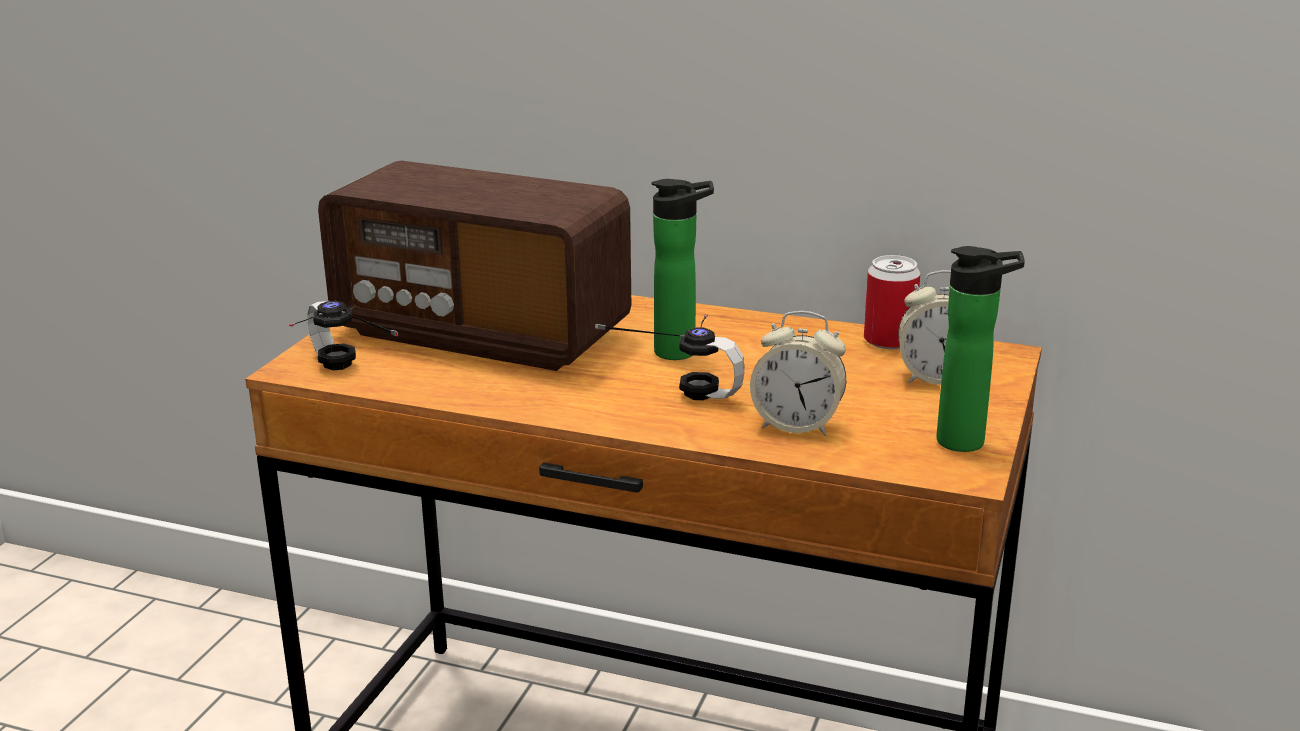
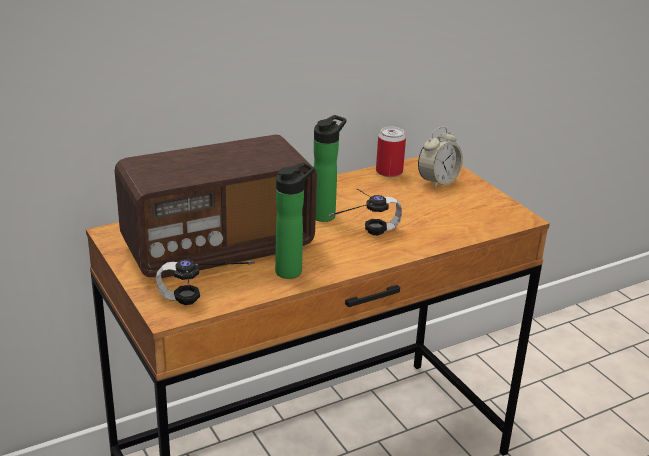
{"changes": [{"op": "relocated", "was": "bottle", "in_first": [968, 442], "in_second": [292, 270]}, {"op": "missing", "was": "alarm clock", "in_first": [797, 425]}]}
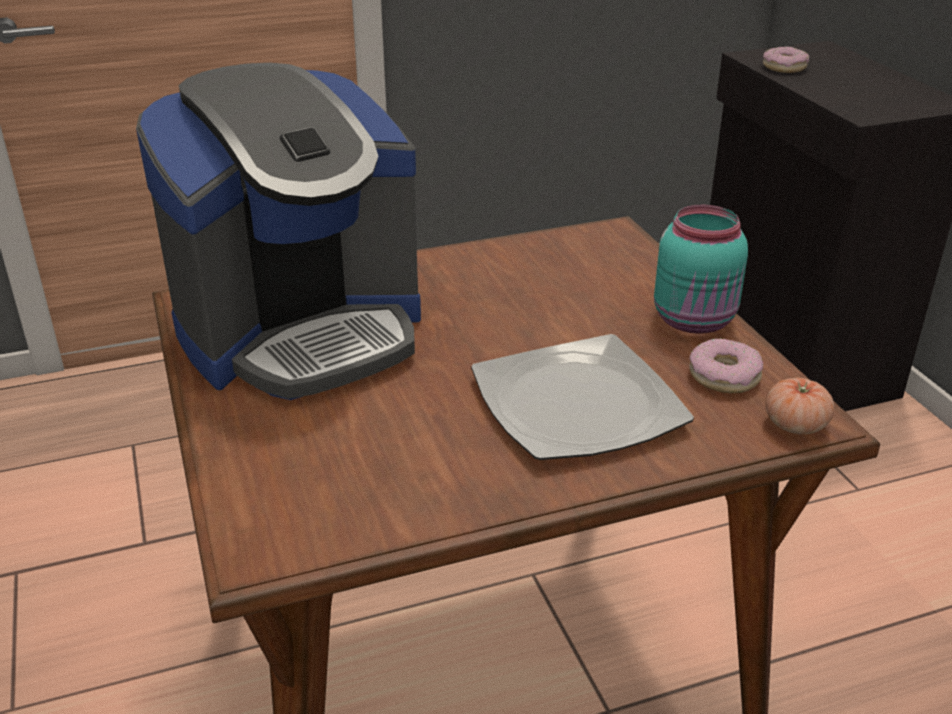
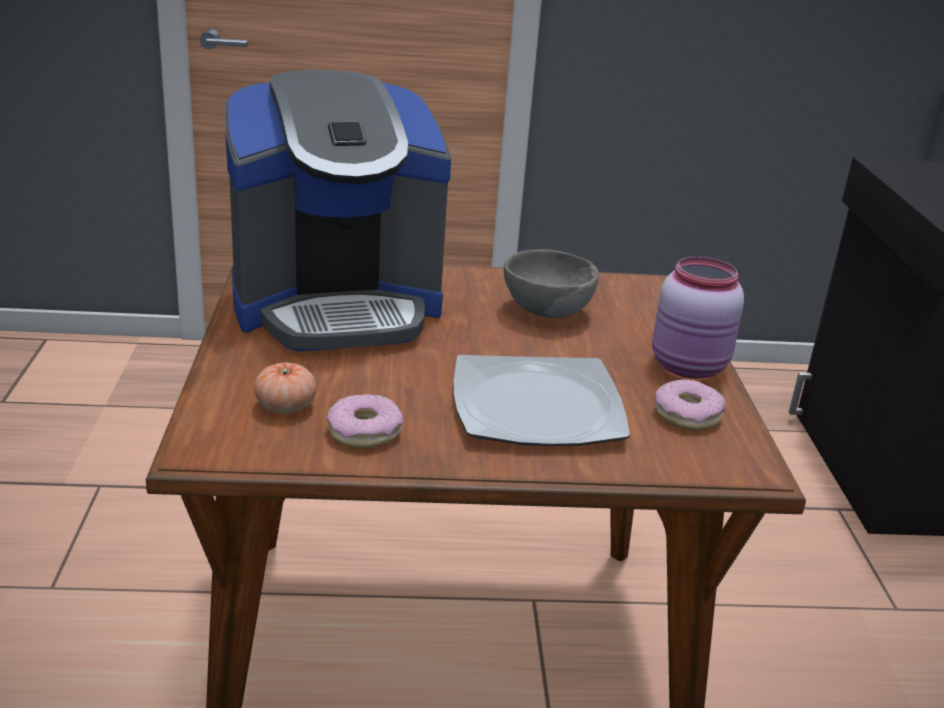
{"changes": [{"op": "relocated", "was": "tomato", "in_first": [795, 425], "in_second": [285, 406]}, {"op": "relocated", "was": "donut", "in_first": [784, 67], "in_second": [364, 431]}, {"op": "appeared", "now": "grey bowl", "in_second": [547, 313]}, {"op": "colour", "was": "turquoise jar", "now": "pink jar", "in_first": [696, 321], "in_second": [690, 367]}]}
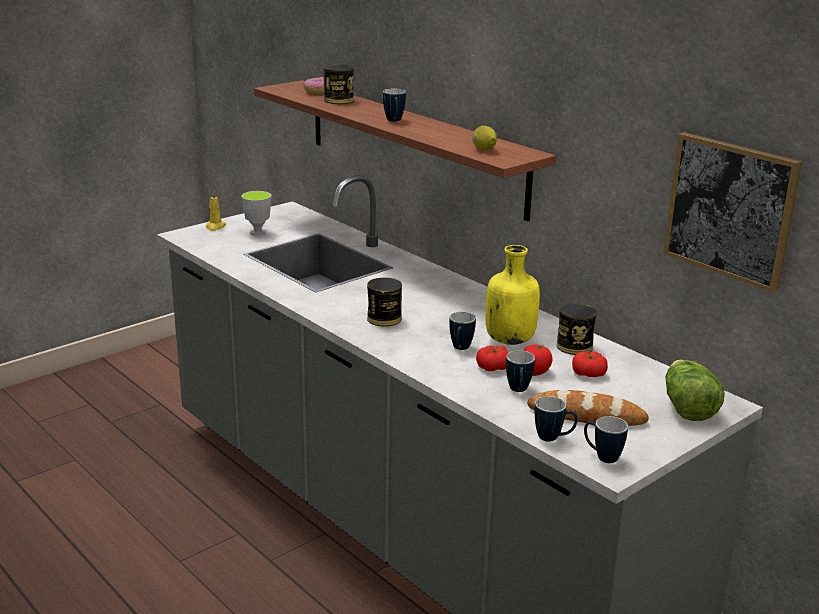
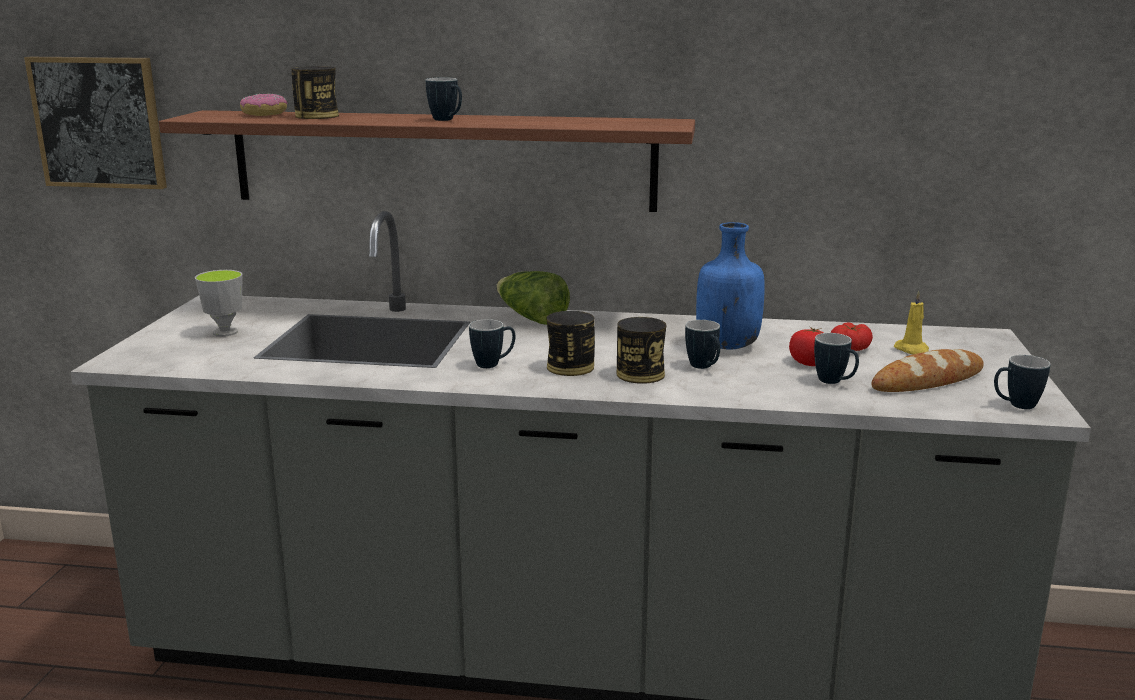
{"changes": [{"op": "relocated", "was": "picture", "in_first": [730, 209], "in_second": [99, 122]}, {"op": "relocated", "was": "mug", "in_first": [553, 438], "in_second": [493, 364]}, {"op": "relocated", "was": "lettuce", "in_first": [687, 407], "in_second": [531, 318]}, {"op": "relocated", "was": "can", "in_first": [574, 346], "in_second": [640, 374]}, {"op": "colour", "was": "yellow bottle", "now": "blue bottle", "in_first": [510, 339], "in_second": [726, 345]}, {"op": "relocated", "was": "yellow candle", "in_first": [215, 227], "in_second": [913, 350]}, {"op": "missing", "was": "lemon", "in_first": [484, 149]}, {"op": "missing", "was": "tomato", "in_first": [493, 367]}]}
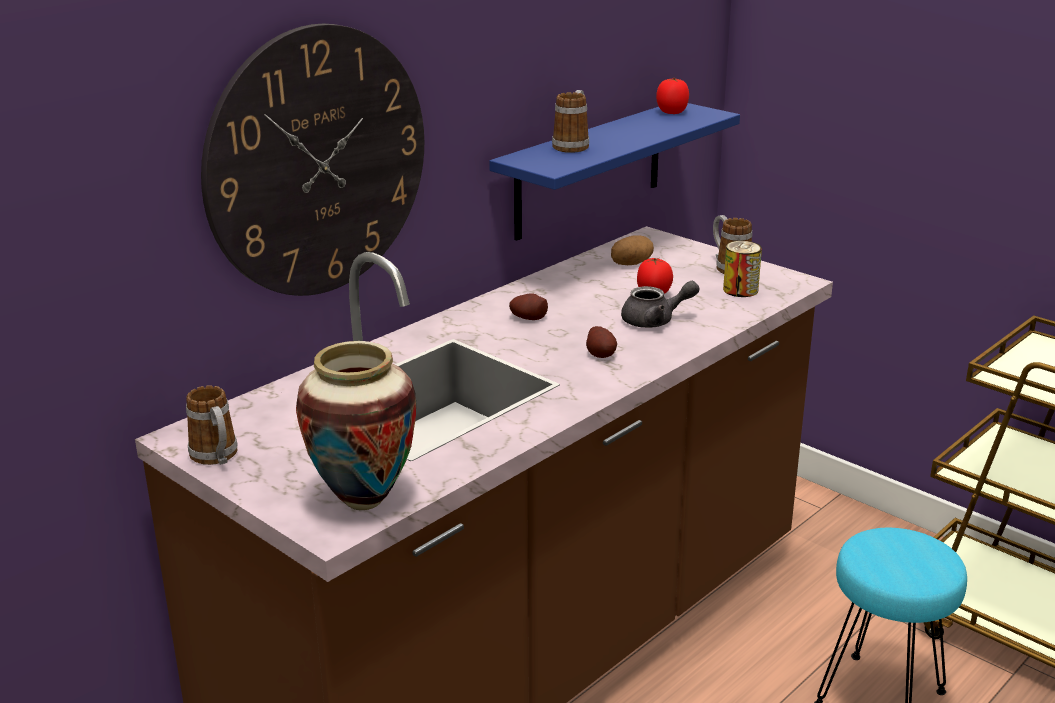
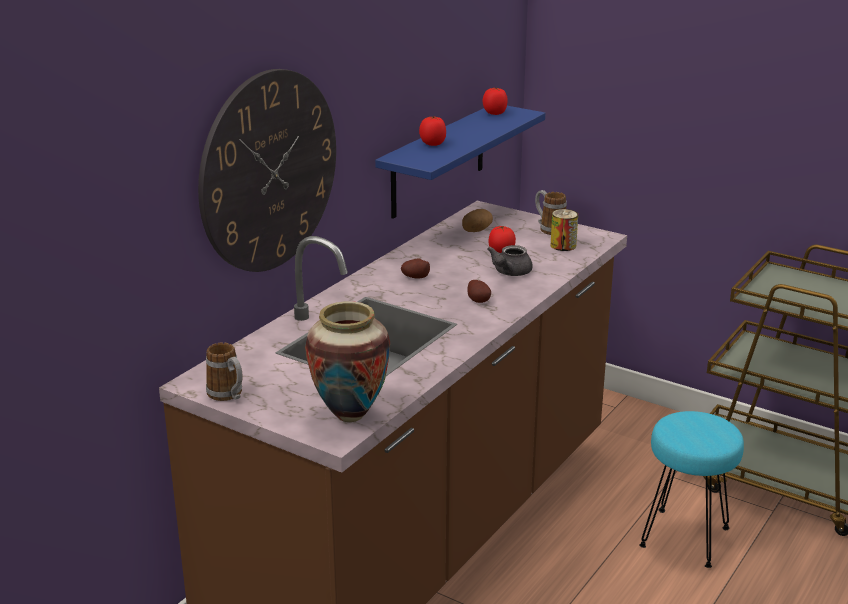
{"changes": [{"op": "exchanged", "was": "mug", "now": "tomato", "in_first": [573, 145], "in_second": [432, 144]}, {"op": "spun", "was": "grey teapot", "in_first": [655, 321], "in_second": [509, 273], "clockwise": 135}]}
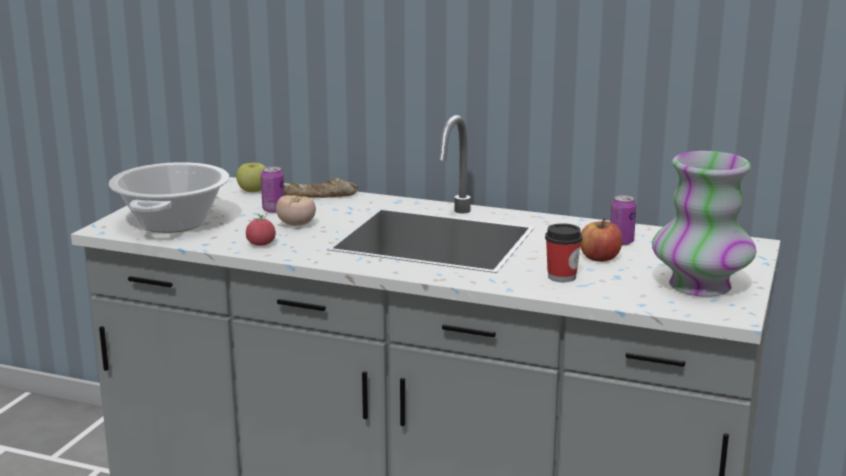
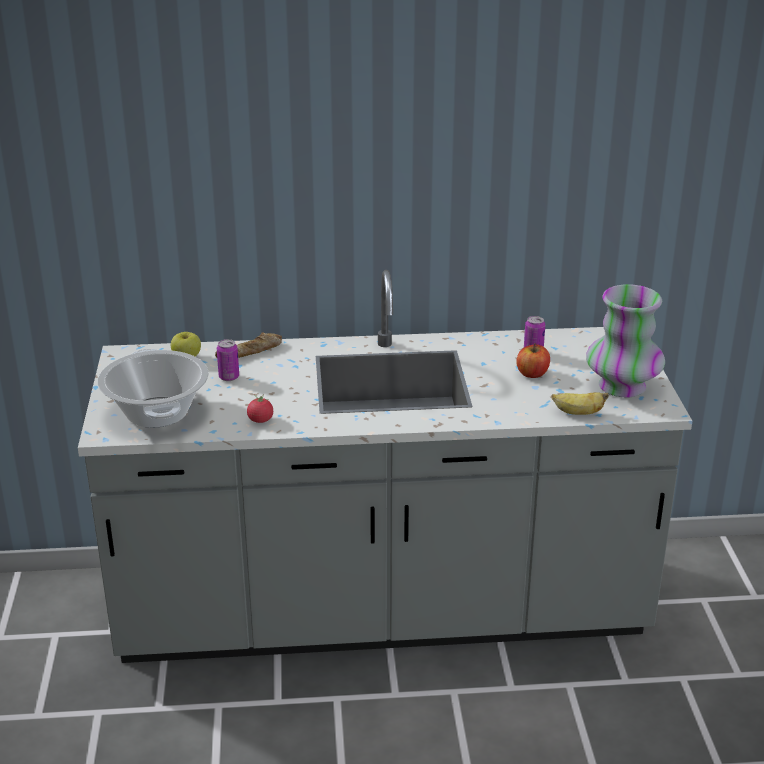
{"changes": [{"op": "appeared", "now": "banana", "in_second": [578, 413]}, {"op": "missing", "was": "tomato", "in_first": [296, 225]}, {"op": "missing", "was": "cup", "in_first": [561, 277]}]}
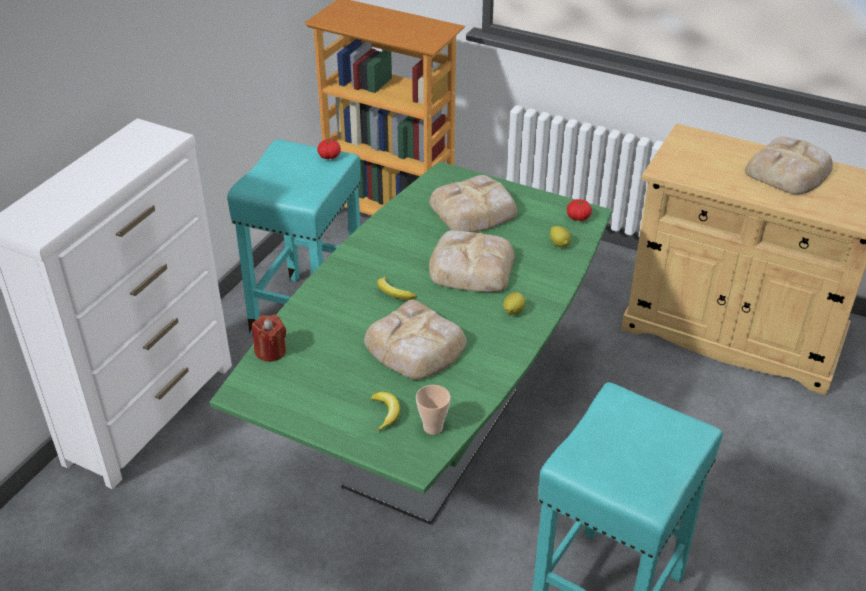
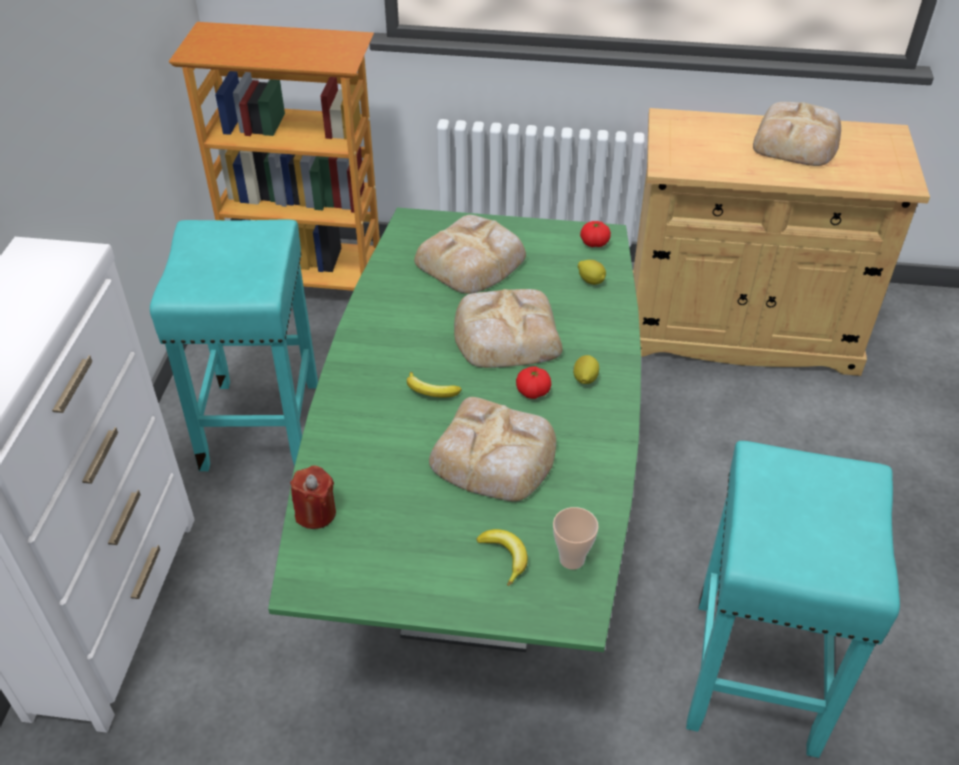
{"changes": [{"op": "relocated", "was": "tomato", "in_first": [329, 156], "in_second": [533, 391]}]}
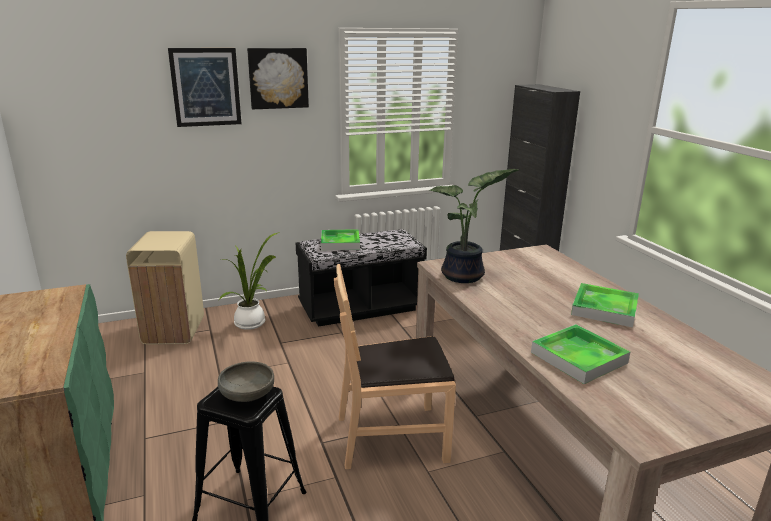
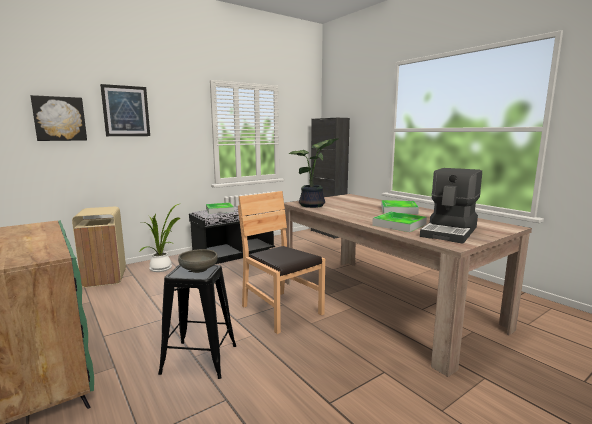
{"changes": [{"op": "relocated", "was": "picture", "in_first": [278, 78], "in_second": [59, 119]}, {"op": "spun", "was": "brown chair", "in_first": [391, 437], "in_second": [281, 310], "clockwise": 75}, {"op": "appeared", "now": "coffee machine", "in_second": [450, 232]}]}
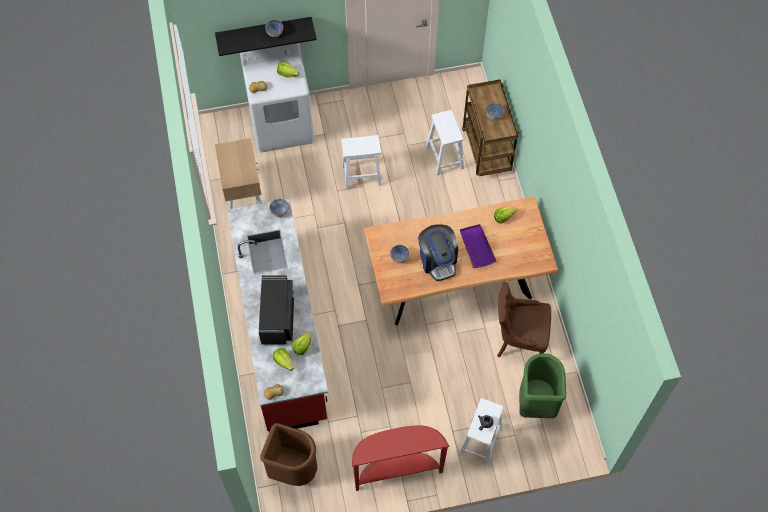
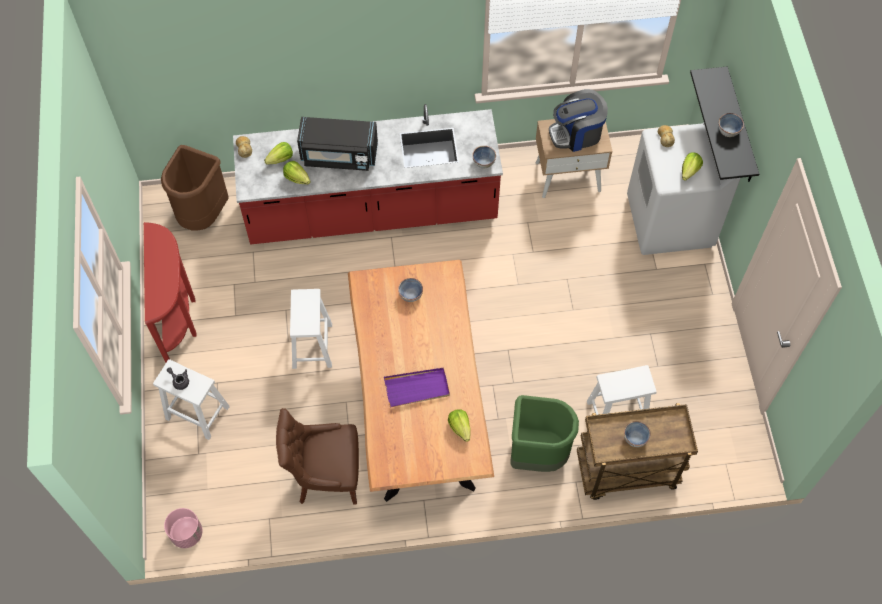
{"changes": [{"op": "appeared", "now": "pink planter", "in_second": [186, 533]}, {"op": "spun", "was": "brown chair", "in_first": [518, 340], "in_second": [326, 476], "clockwise": -105}, {"op": "relocated", "was": "white stool", "in_first": [362, 175], "in_second": [312, 346]}, {"op": "relocated", "was": "green trash can", "in_first": [535, 403], "in_second": [536, 454]}, {"op": "relocated", "was": "coffee machine", "in_first": [437, 260], "in_second": [576, 134]}]}
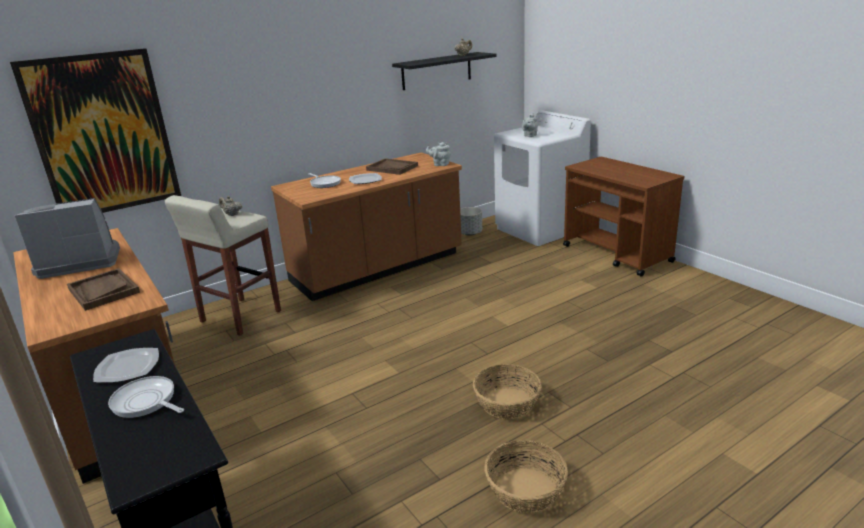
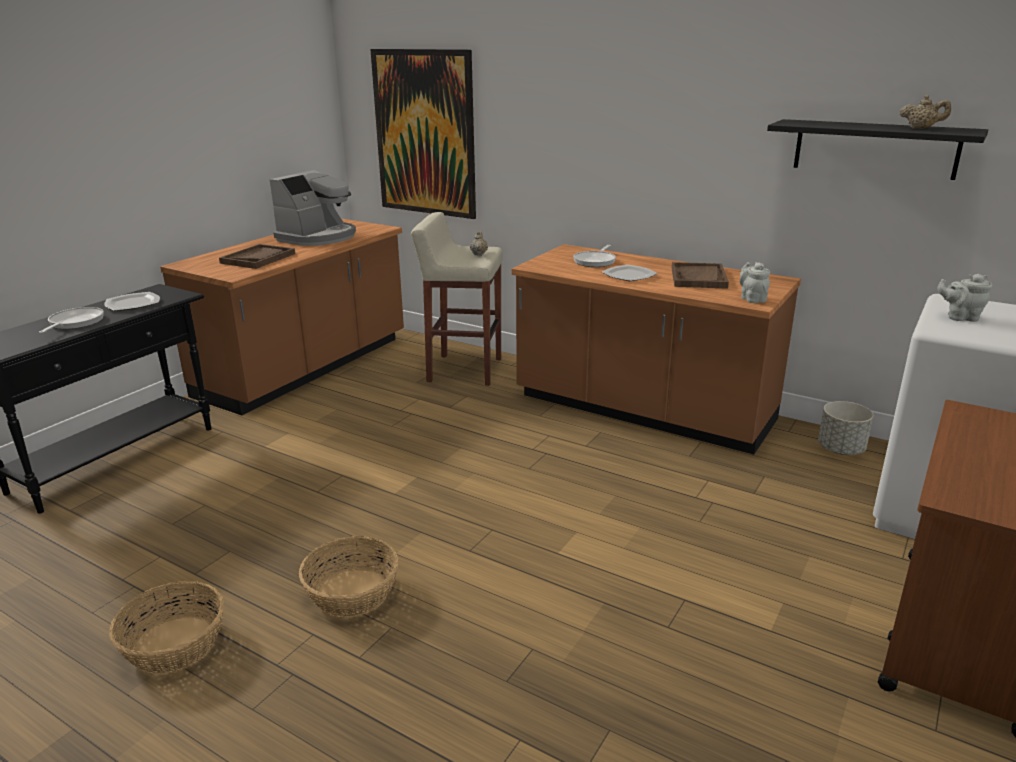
{"changes": [{"op": "spun", "was": "coffee machine", "in_first": [79, 261], "in_second": [318, 237], "clockwise": 75}]}
